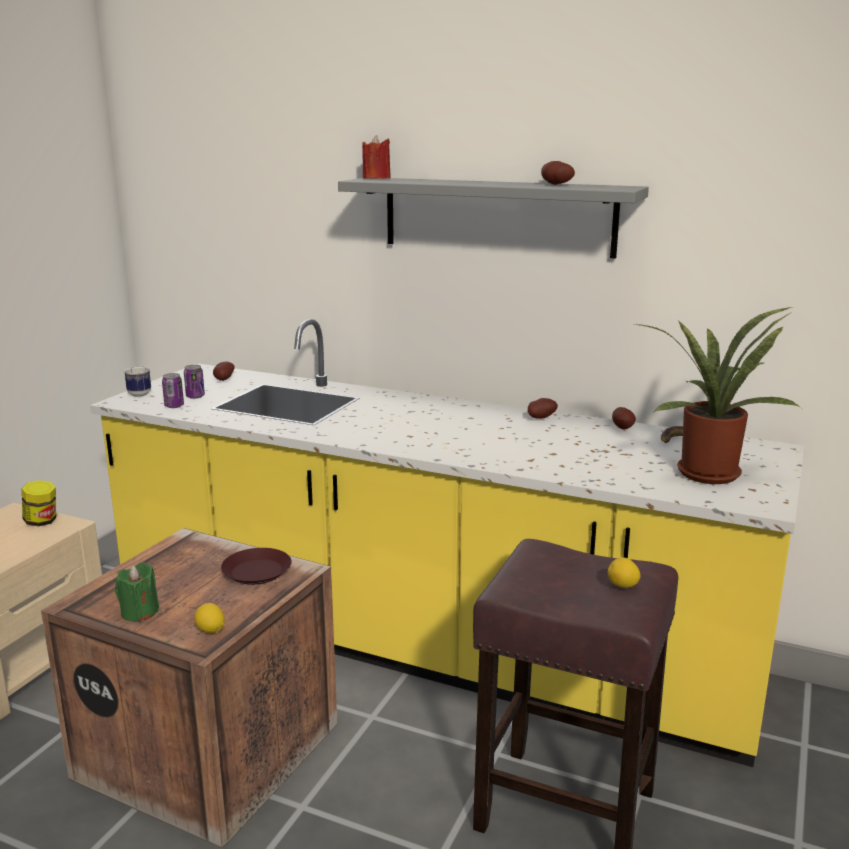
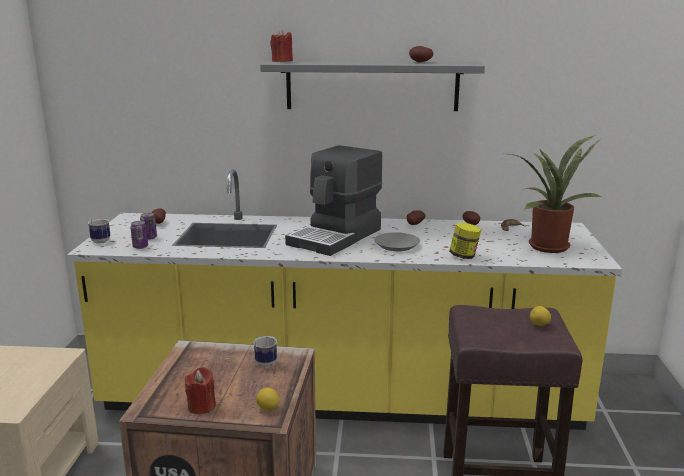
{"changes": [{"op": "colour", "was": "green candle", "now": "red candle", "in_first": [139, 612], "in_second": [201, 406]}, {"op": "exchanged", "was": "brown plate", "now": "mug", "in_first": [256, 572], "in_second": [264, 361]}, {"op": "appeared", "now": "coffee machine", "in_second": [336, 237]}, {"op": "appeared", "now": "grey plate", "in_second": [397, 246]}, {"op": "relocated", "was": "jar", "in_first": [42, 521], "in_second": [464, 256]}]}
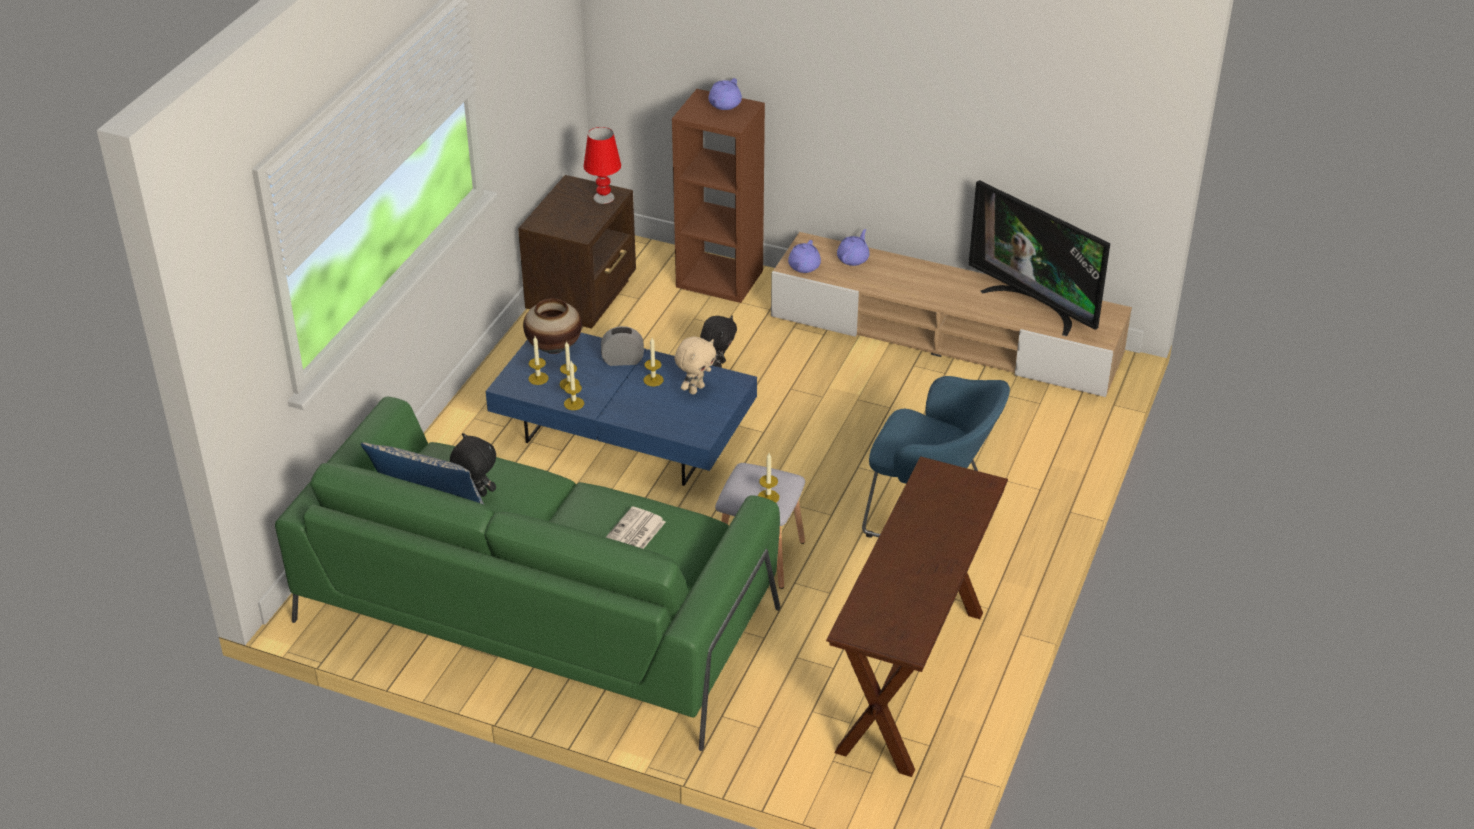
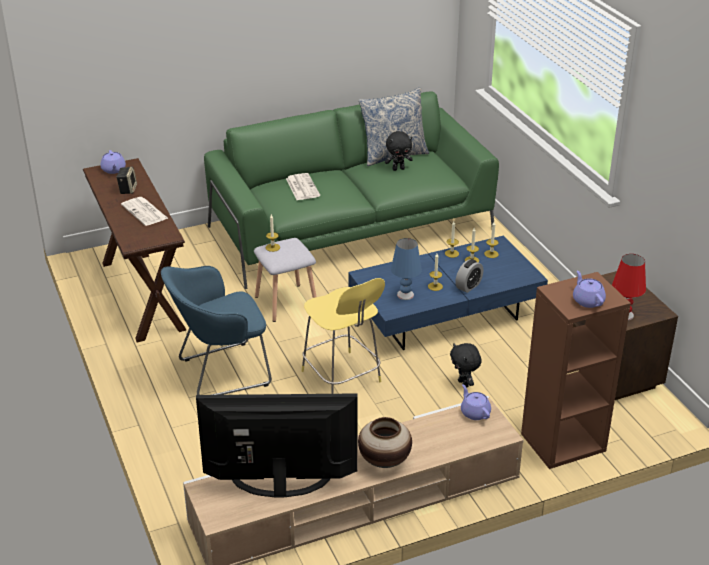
{"changes": [{"op": "relocated", "was": "purple teapot", "in_first": [853, 258], "in_second": [113, 170]}, {"op": "appeared", "now": "speaker", "in_second": [127, 189]}, {"op": "appeared", "now": "newspaper", "in_second": [145, 212]}, {"op": "appeared", "now": "yellow stool", "in_second": [342, 378]}, {"op": "relocated", "was": "vase", "in_first": [554, 347], "in_second": [384, 461]}, {"op": "exchanged", "was": "beige plush toy", "now": "blue table lamp", "in_first": [696, 389], "in_second": [405, 295]}]}
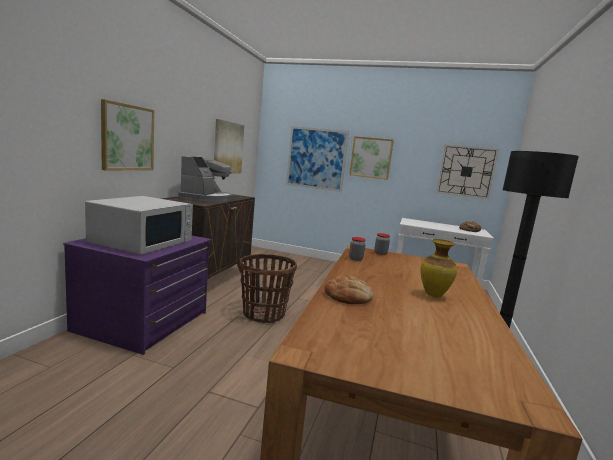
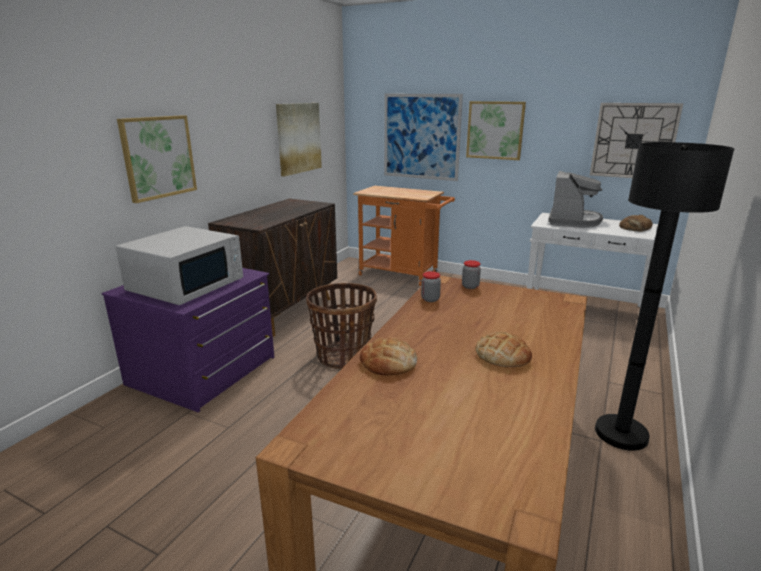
{"changes": [{"op": "appeared", "now": "orange cart", "in_second": [403, 275]}, {"op": "exchanged", "was": "vase", "now": "bread", "in_first": [433, 295], "in_second": [503, 355]}, {"op": "relocated", "was": "coffee machine", "in_first": [207, 198], "in_second": [573, 221]}]}
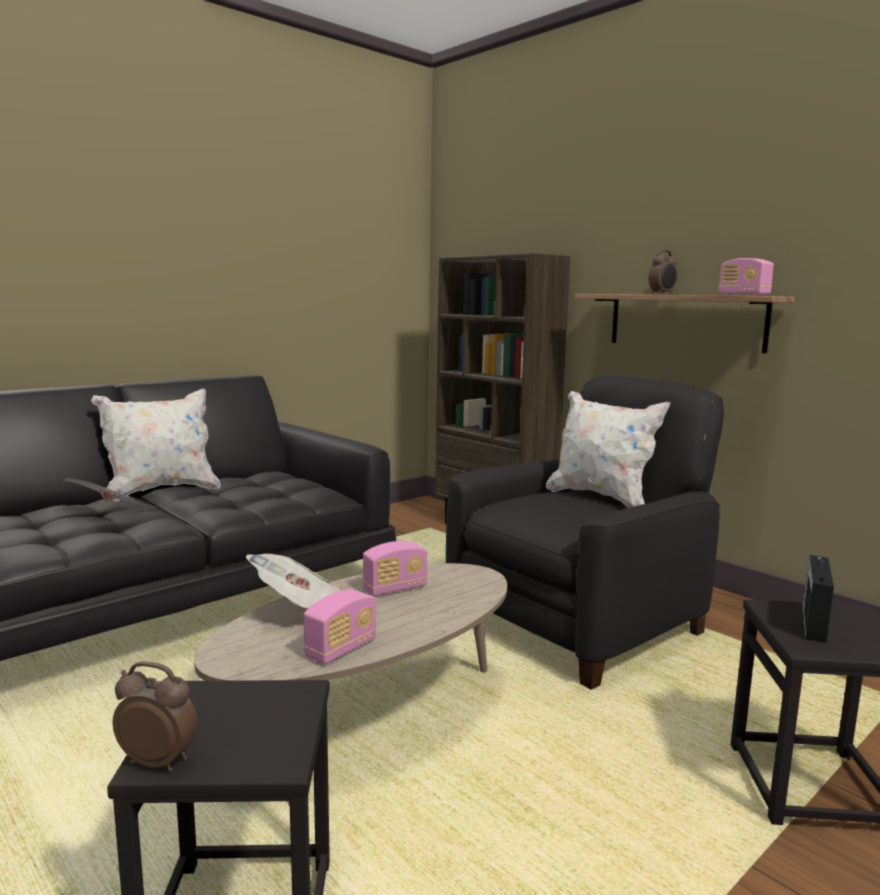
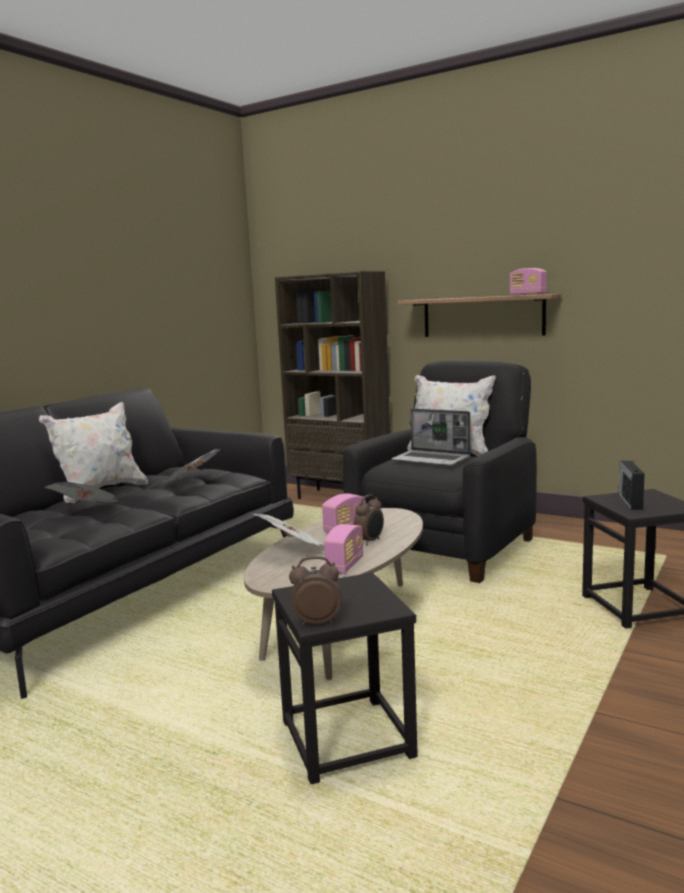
{"changes": [{"op": "appeared", "now": "newspaper", "in_second": [192, 482]}, {"op": "relocated", "was": "alarm clock", "in_first": [662, 294], "in_second": [370, 541]}, {"op": "appeared", "now": "laptop", "in_second": [432, 460]}]}
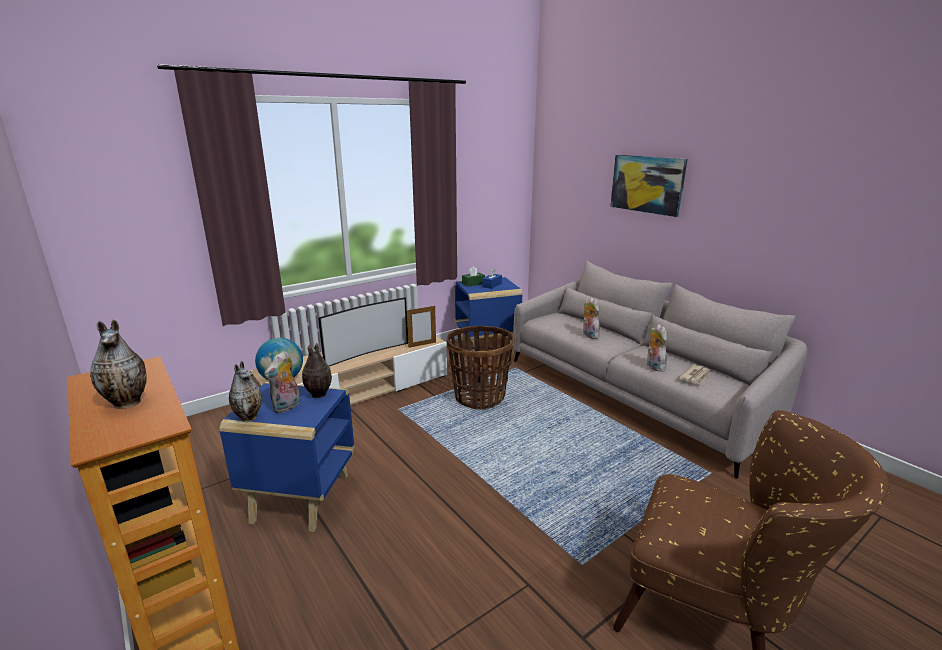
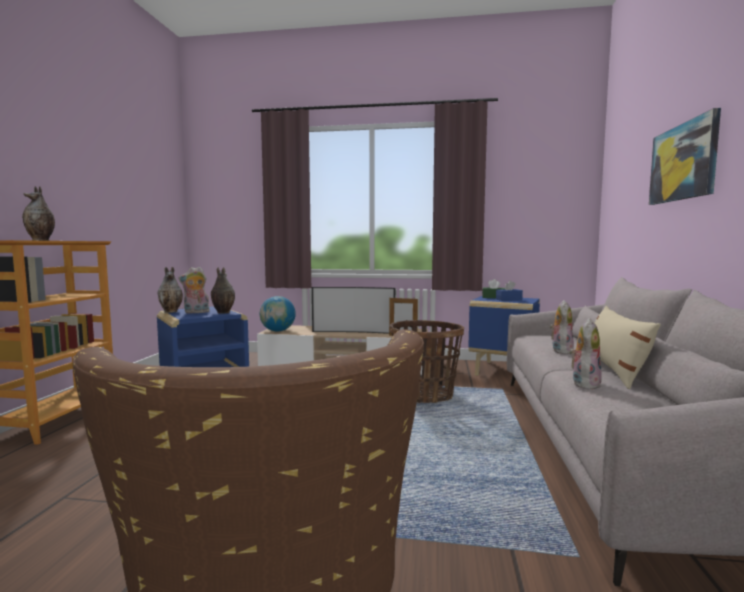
{"changes": [{"op": "appeared", "now": "beige pillow", "in_second": [614, 370]}, {"op": "missing", "was": "newspaper", "in_first": [695, 376]}]}
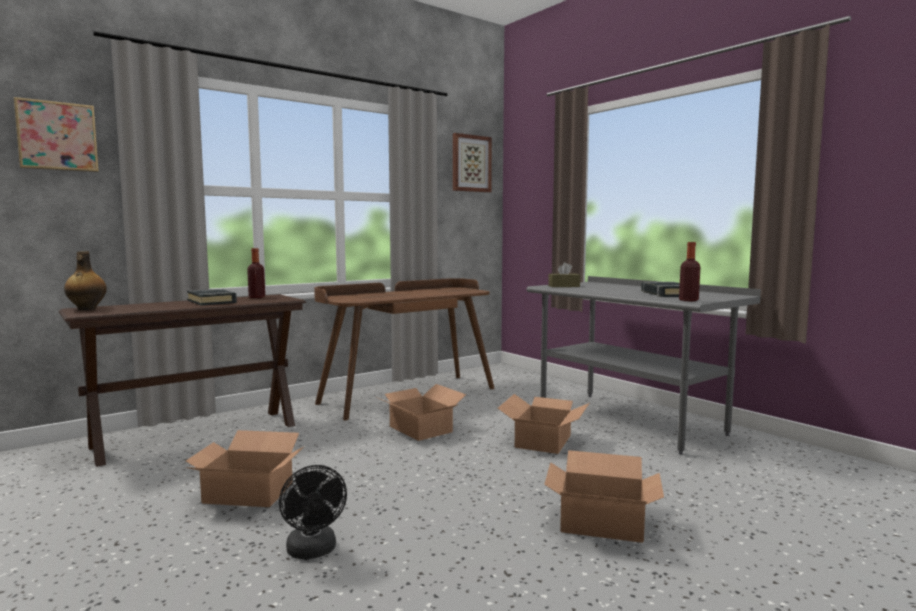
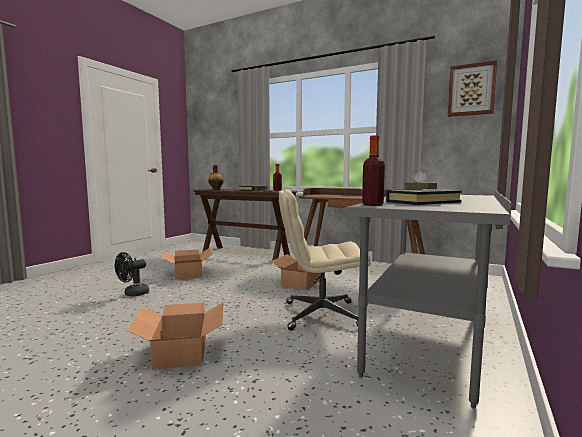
{"changes": [{"op": "exchanged", "was": "cardboard box", "now": "beige office chair", "in_first": [542, 441], "in_second": [320, 315]}, {"op": "missing", "was": "picture", "in_first": [57, 136]}]}
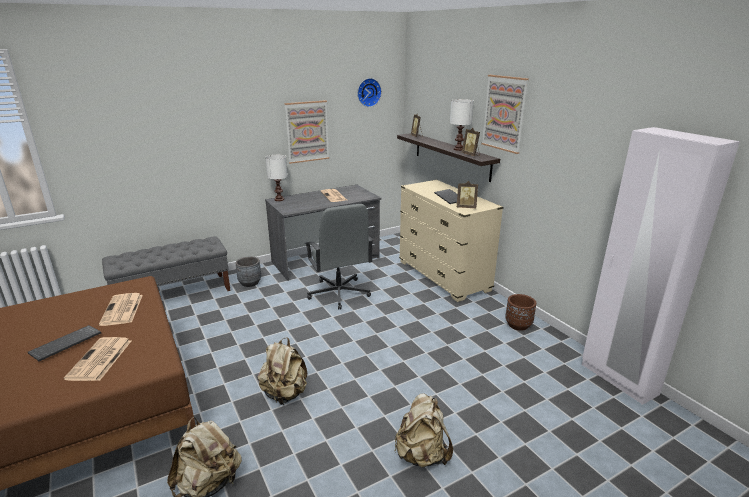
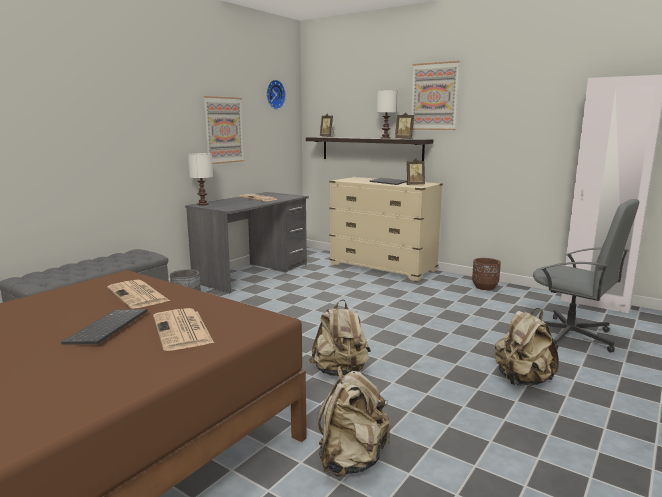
{"changes": [{"op": "relocated", "was": "grey office chair", "in_first": [339, 293], "in_second": [570, 336]}]}
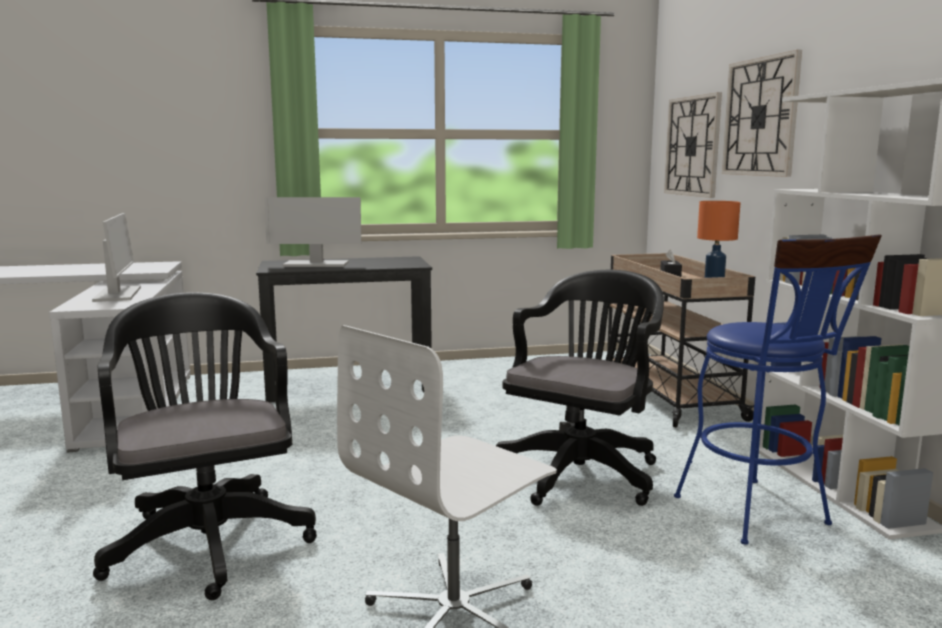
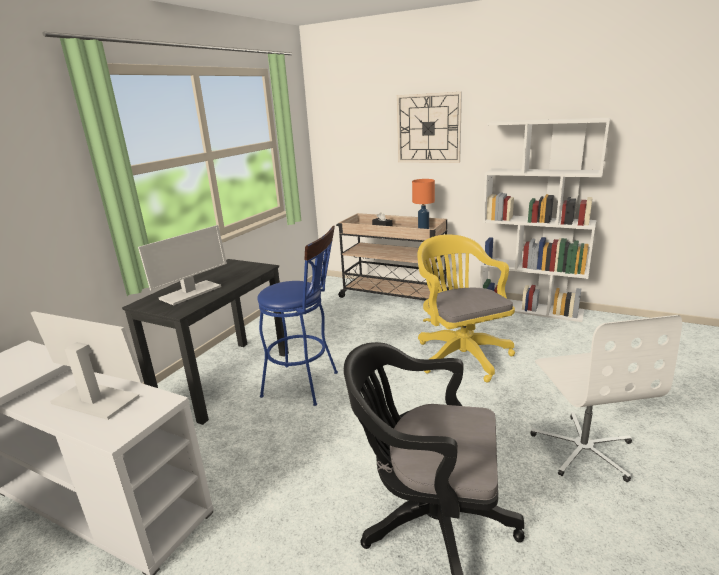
{"changes": [{"op": "relocated", "was": "blue stool", "in_first": [759, 515], "in_second": [306, 385]}, {"op": "colour", "was": "black office chair", "now": "yellow office chair", "in_first": [582, 471], "in_second": [460, 354]}, {"op": "missing", "was": "wall clock", "in_first": [692, 146]}]}
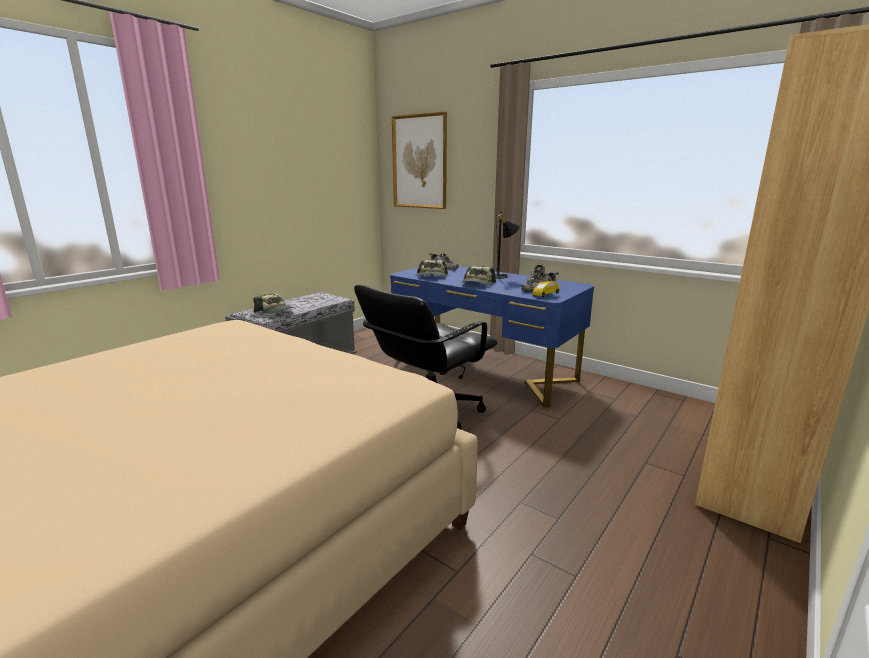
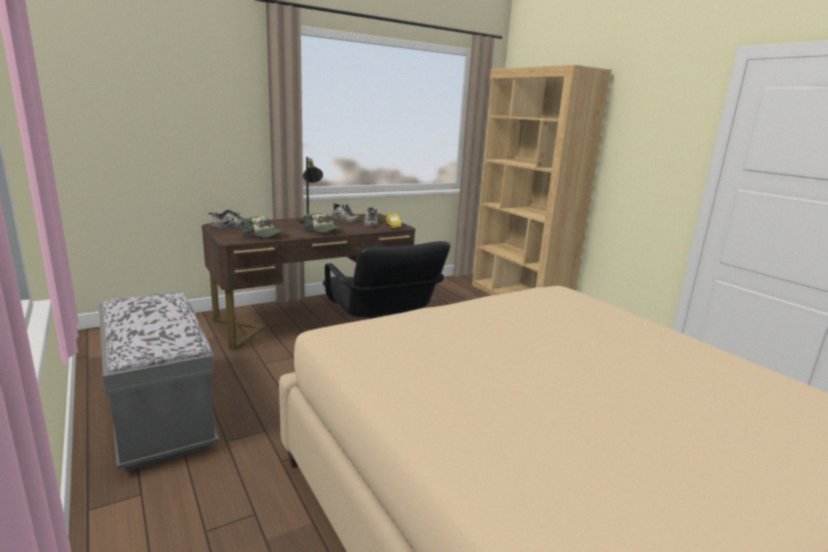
{"changes": [{"op": "colour", "was": "blue desk", "now": "brown desk", "in_first": [483, 370], "in_second": [313, 319]}, {"op": "missing", "was": "cap", "in_first": [276, 311]}, {"op": "missing", "was": "picture", "in_first": [419, 162]}]}
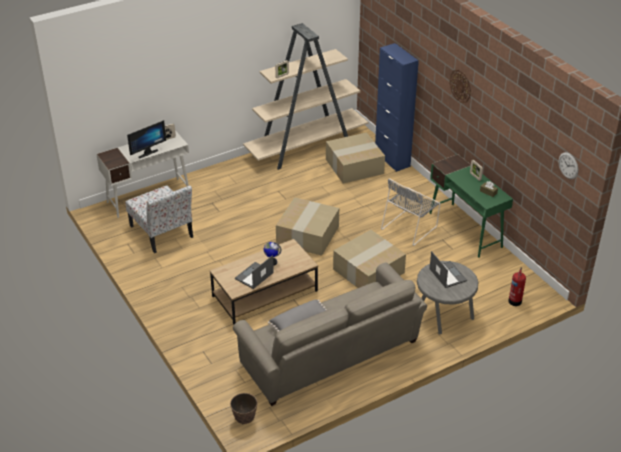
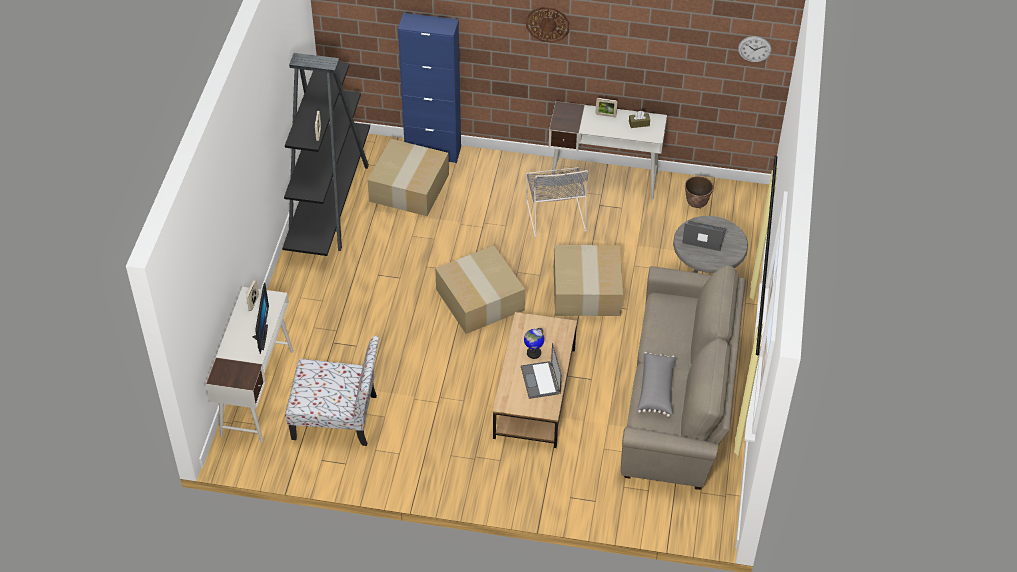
{"changes": [{"op": "colour", "was": "beige bookcase", "now": "black bookcase", "in_first": [306, 147], "in_second": [329, 202]}, {"op": "colour", "was": "green desk", "now": "white desk", "in_first": [465, 230], "in_second": [604, 179]}, {"op": "relocated", "was": "planter", "in_first": [244, 419], "in_second": [696, 204]}, {"op": "missing", "was": "fire extinguisher", "in_first": [515, 300]}]}
